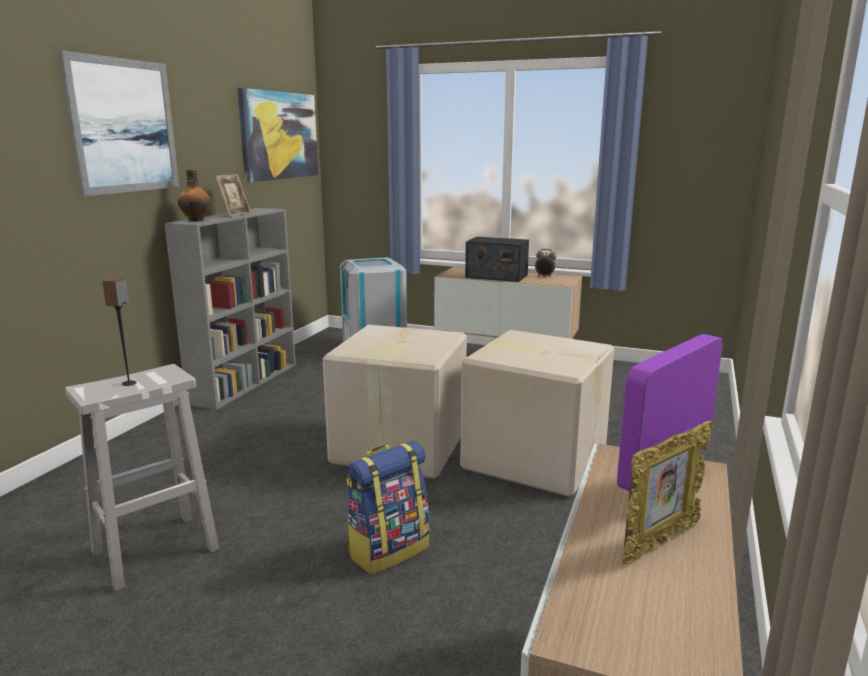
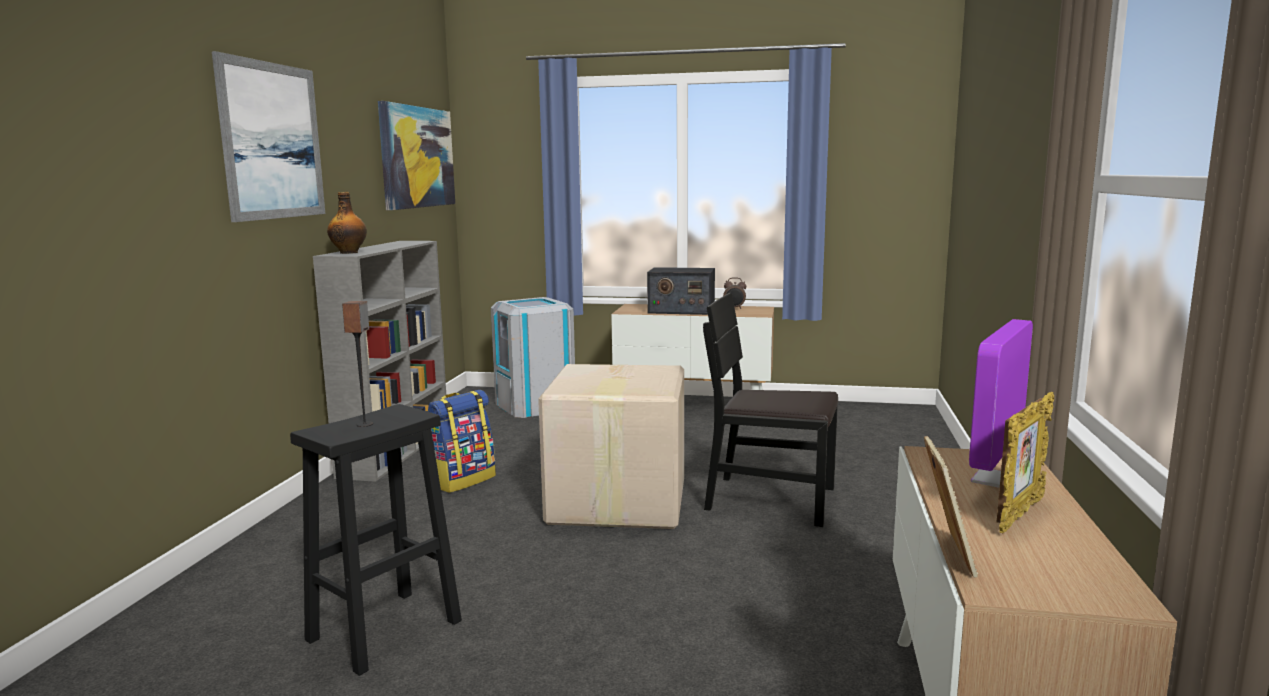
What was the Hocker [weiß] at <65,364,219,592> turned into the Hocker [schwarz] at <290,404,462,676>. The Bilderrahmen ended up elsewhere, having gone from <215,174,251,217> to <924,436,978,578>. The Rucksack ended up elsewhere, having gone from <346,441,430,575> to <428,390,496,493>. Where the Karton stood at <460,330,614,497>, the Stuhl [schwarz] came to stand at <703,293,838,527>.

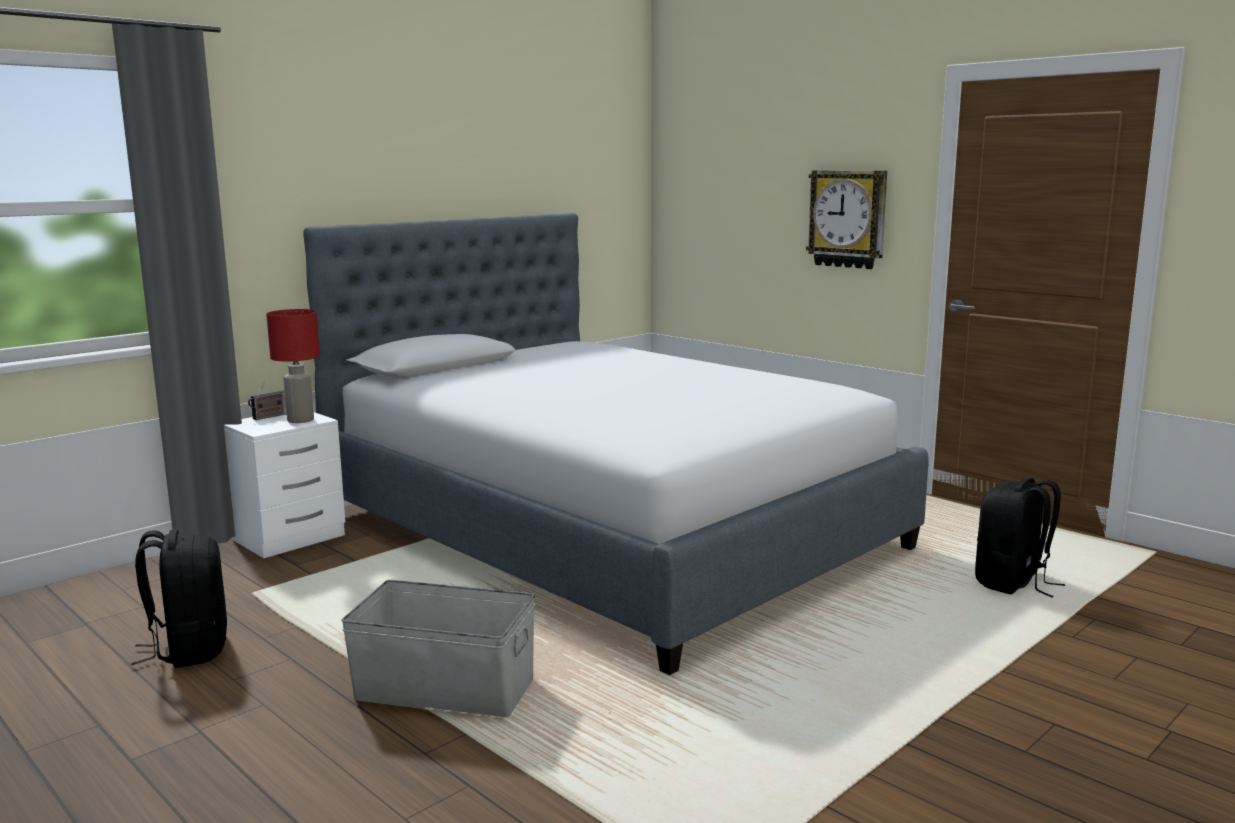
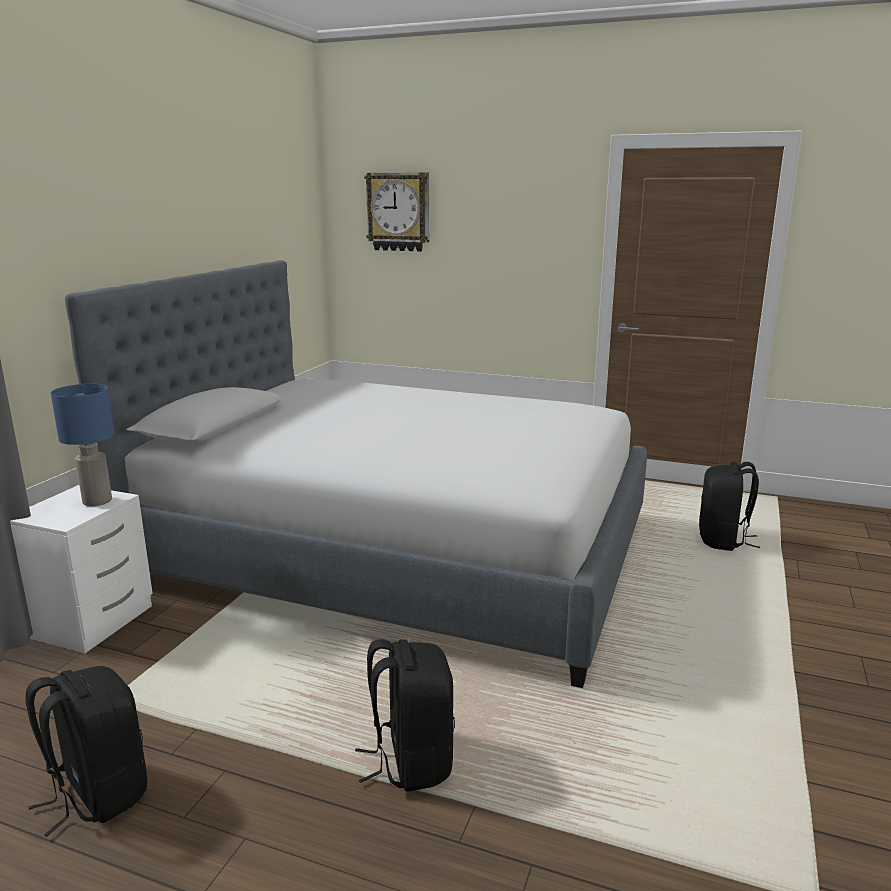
The second view lost the Radio at <248,382,287,420>. What was the Tischlampe [rot] at <266,309,320,423> turned into the Tischlampe [blau] at <51,384,115,506>. Where the Aufbewahrungsbox [grau] stood at <341,580,535,717>, the Rucksack [schwarz] came to stand at <355,639,455,792>. The Wanduhr ended up elsewhere, having gone from <806,170,887,269> to <364,172,429,252>.

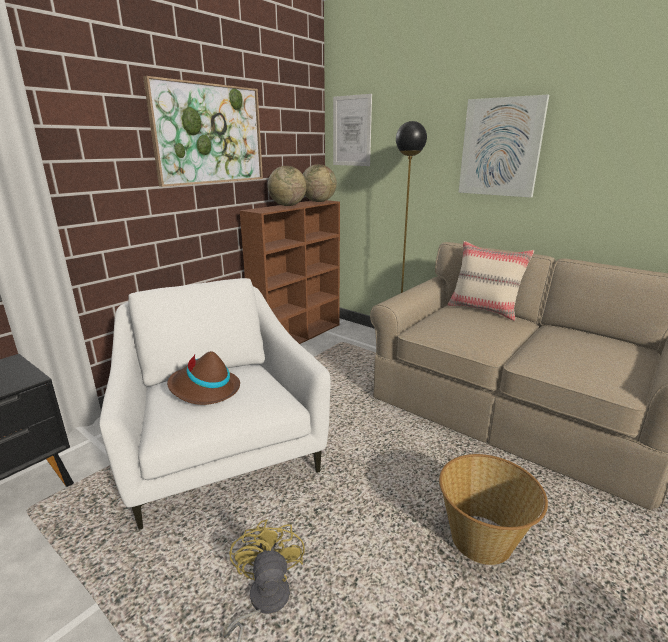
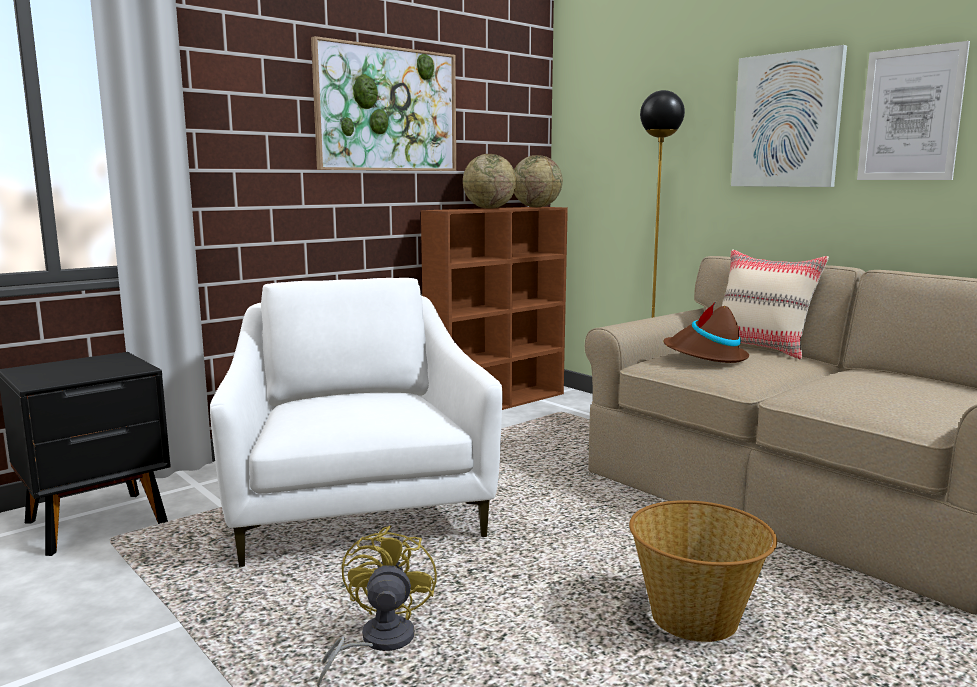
The Hut [braun] ended up elsewhere, having gone from <167,351,240,405> to <663,303,749,363>. The Bild ended up elsewhere, having gone from <333,94,372,166> to <857,41,970,180>.

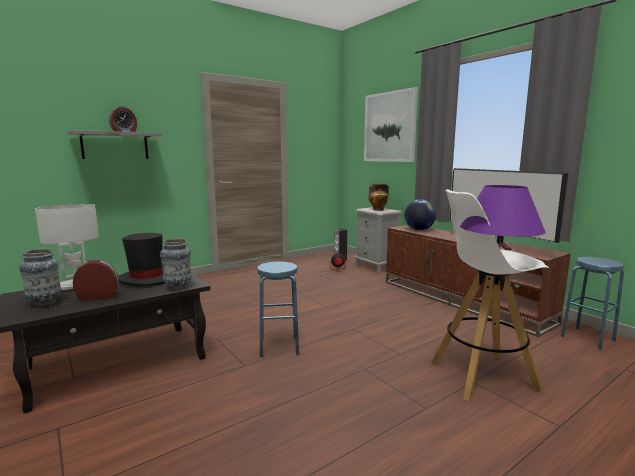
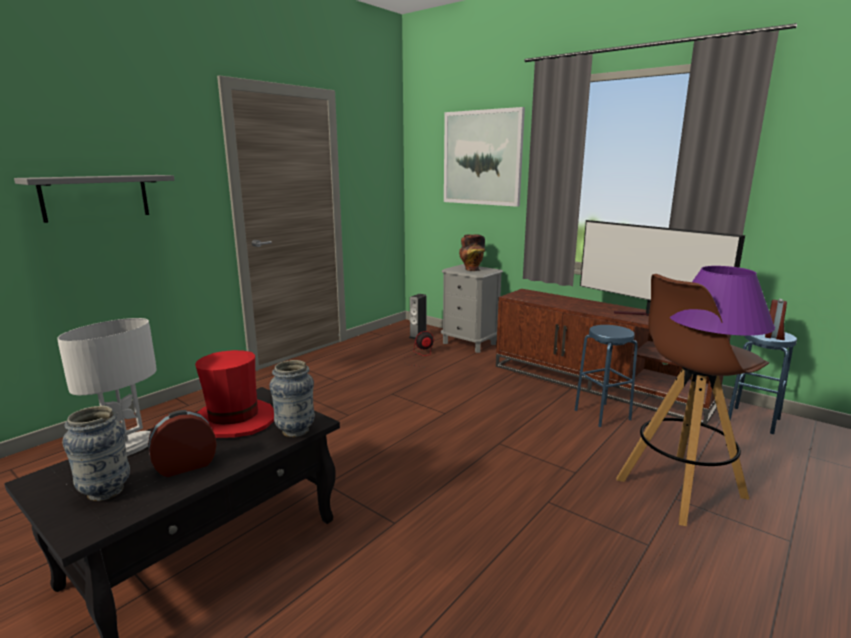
The Wecker ended up elsewhere, having gone from <109,106,137,132> to <765,299,787,340>. What was the Hut [schwarz] at <118,233,165,286> turned into the Hut [rot] at <195,350,274,438>. The Hocker [blau] ended up elsewhere, having gone from <257,261,299,358> to <575,325,638,427>. The second view lost the Globus at <404,199,436,230>. What was the Hocker [weiß] at <430,189,549,401> turned into the Hocker [braun] at <616,274,769,526>.

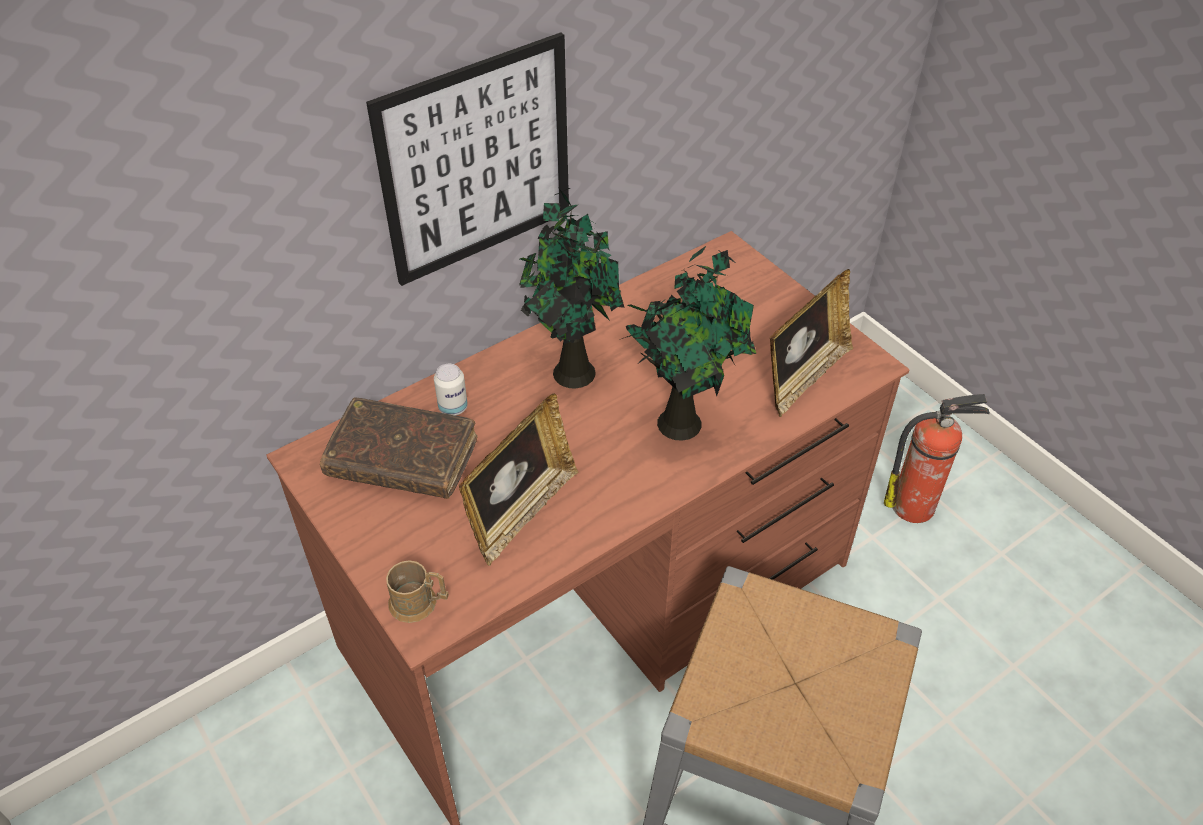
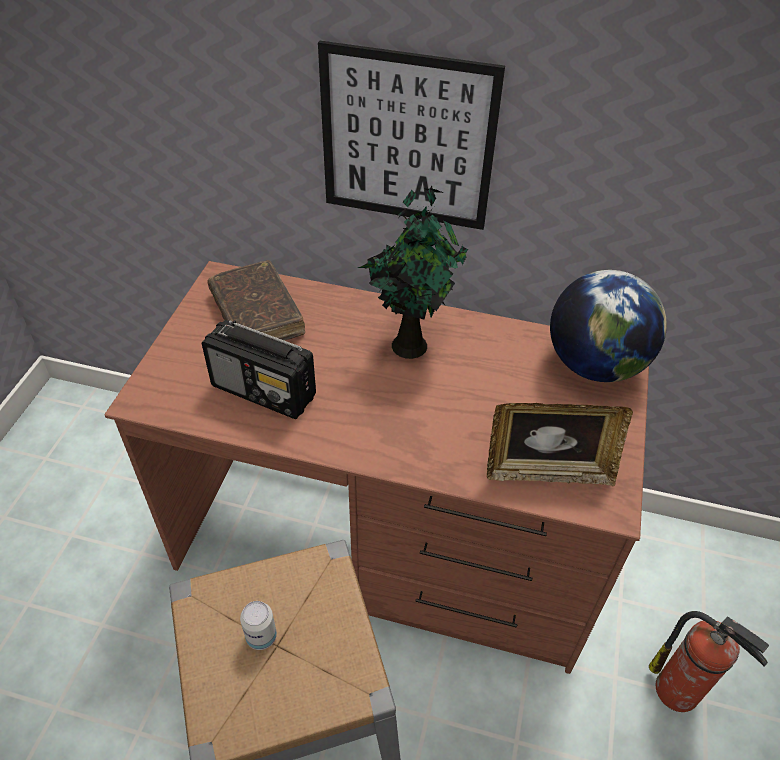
The second view lost the Henkelbecher [braun] at <386,560,449,623>. The Dose ended up elsewhere, having gone from <434,364,468,415> to <240,601,277,650>. Where the Bilderrahmen stood at <459,393,578,566>, the Radio came to stand at <202,320,316,419>. The second view lost the Topfpflanze at <622,245,756,441>. The second view gained the Globus at <550,270,667,382>.

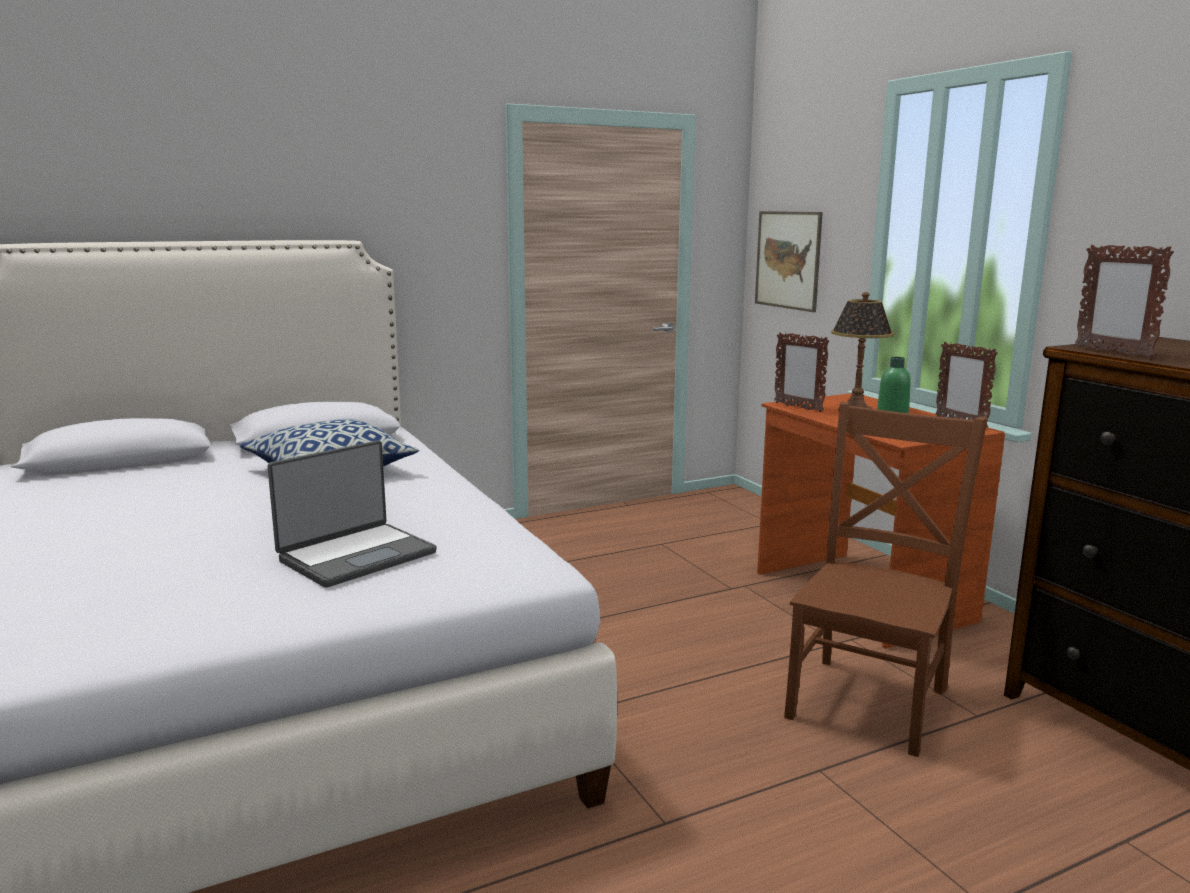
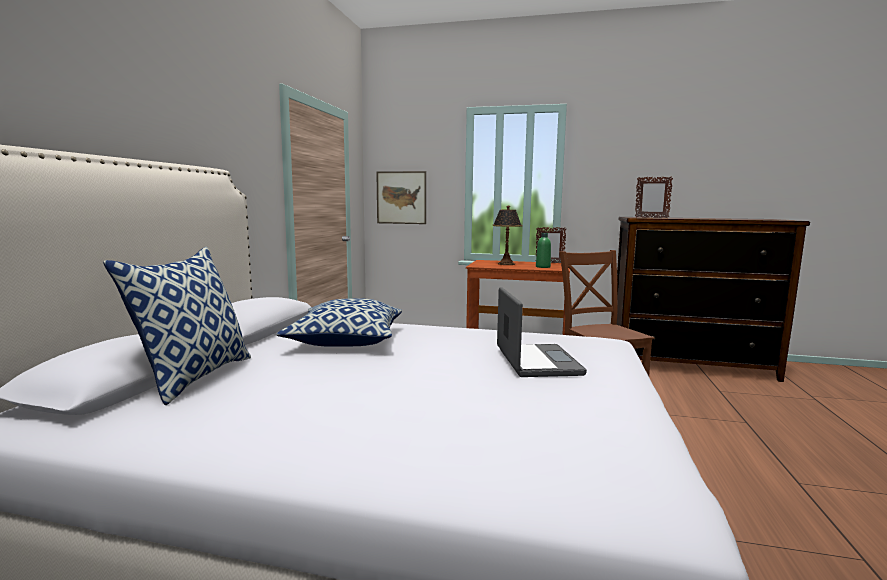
The second view lost the Bilderrahmen at <774,332,829,412>. The second view gained the Kissen at <103,247,251,405>.

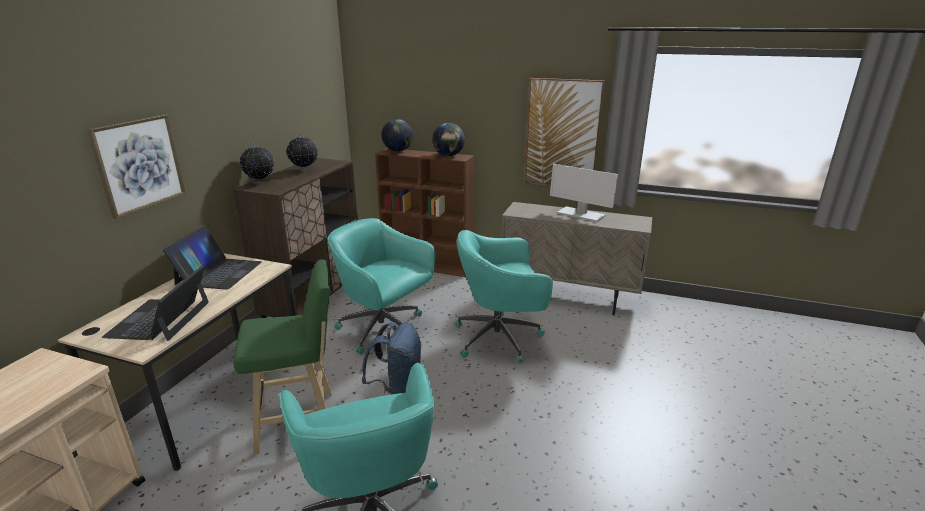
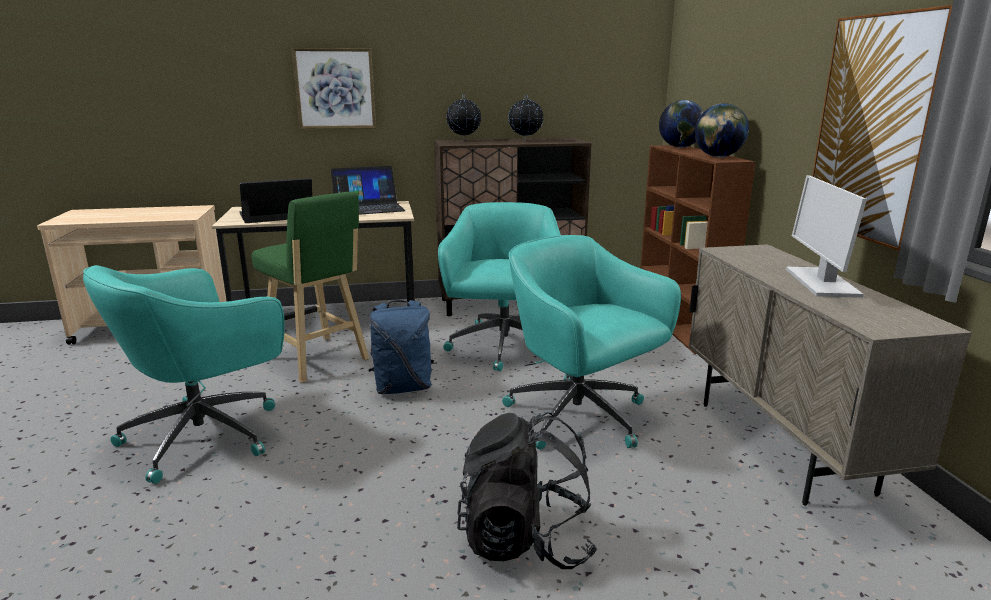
The second view gained the Rucksack [schwarz] at <457,412,597,569>.

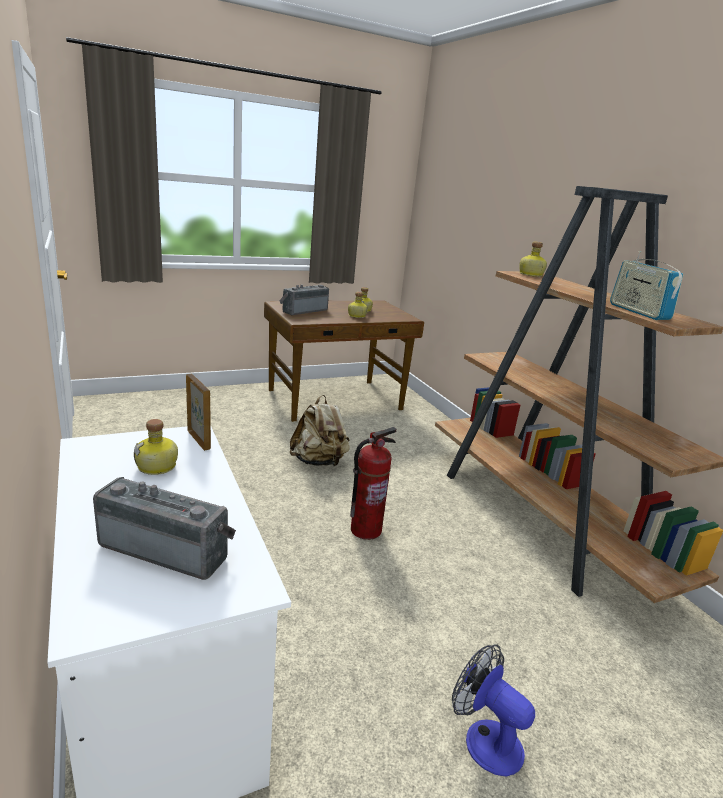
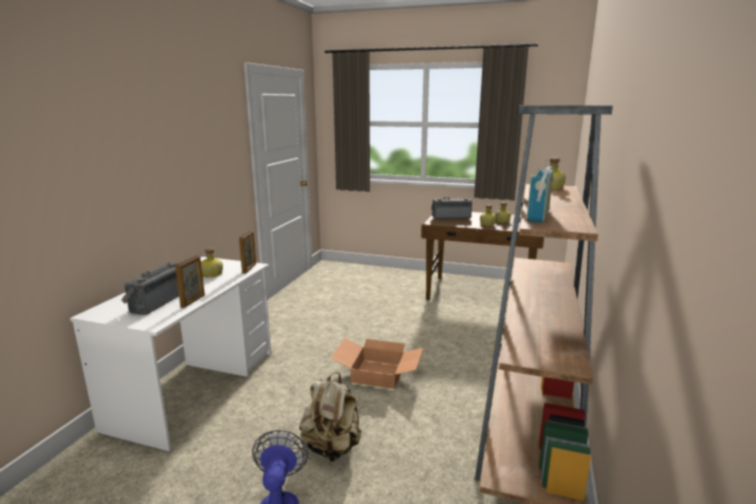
The Radio at <93,477,236,580> ended up facing another way, 135 degrees counterclockwise from before. The Rucksack [beige] ended up elsewhere, having gone from <290,395,350,466> to <299,372,362,461>. Where the Feuerlöscher stood at <350,427,397,540>, the Karton came to stand at <331,338,424,389>. The second view gained the Bilderrahmen at <175,255,205,308>.

